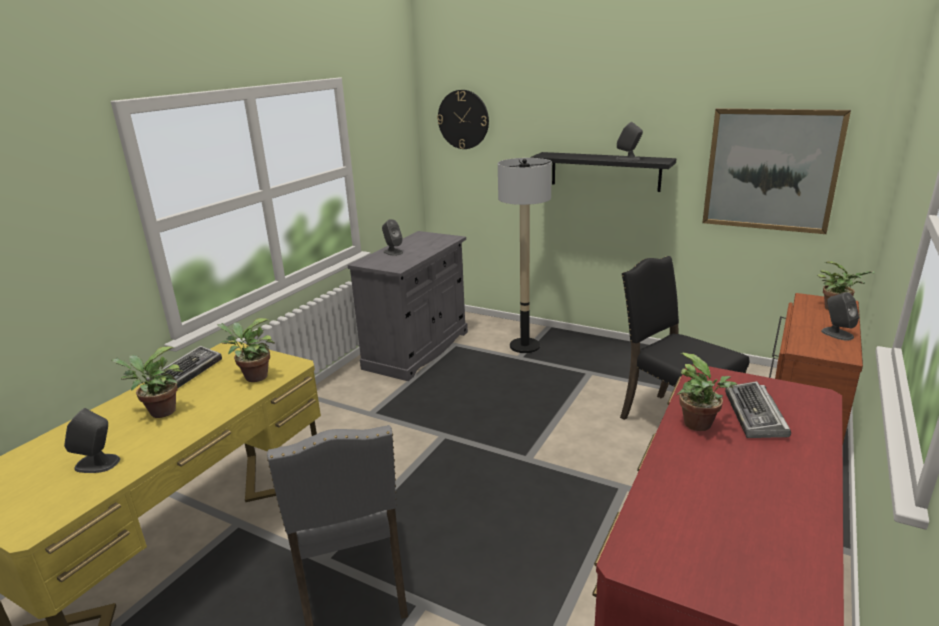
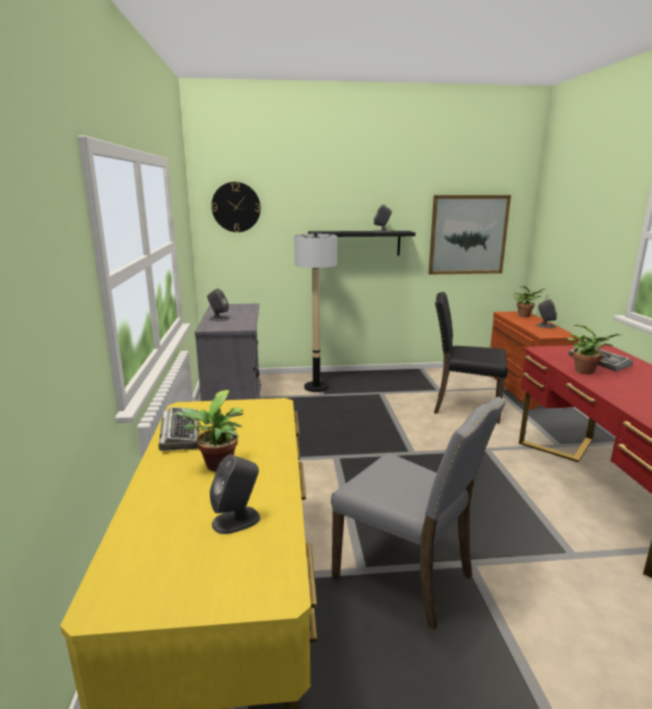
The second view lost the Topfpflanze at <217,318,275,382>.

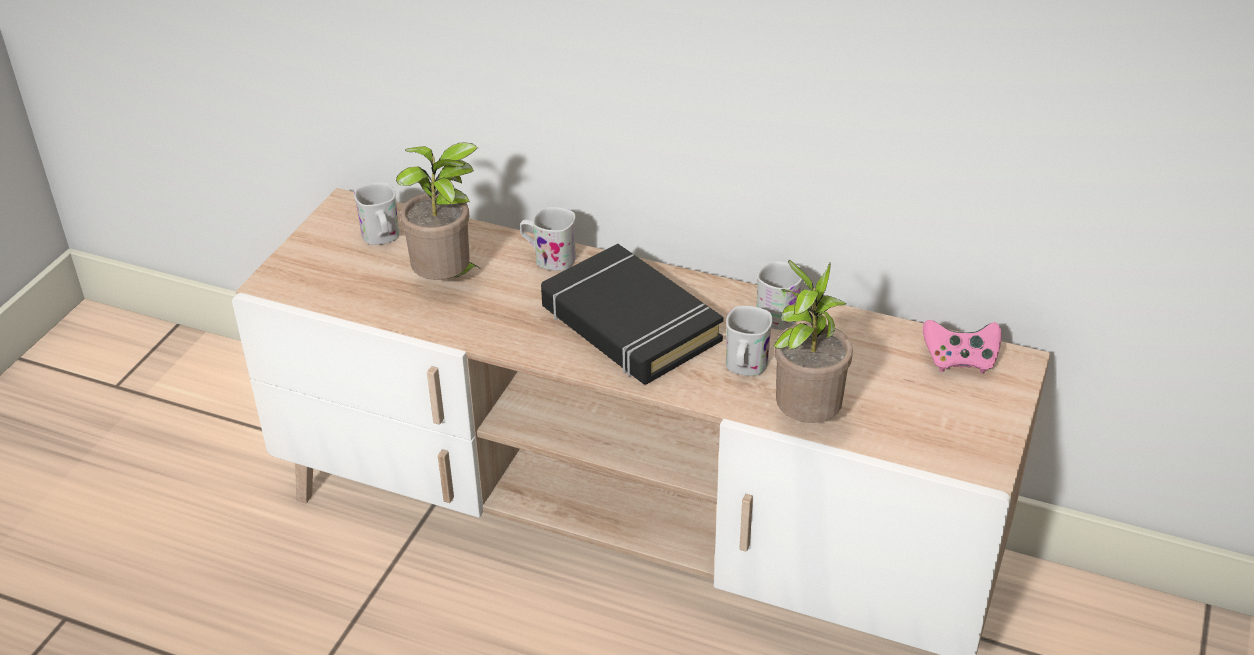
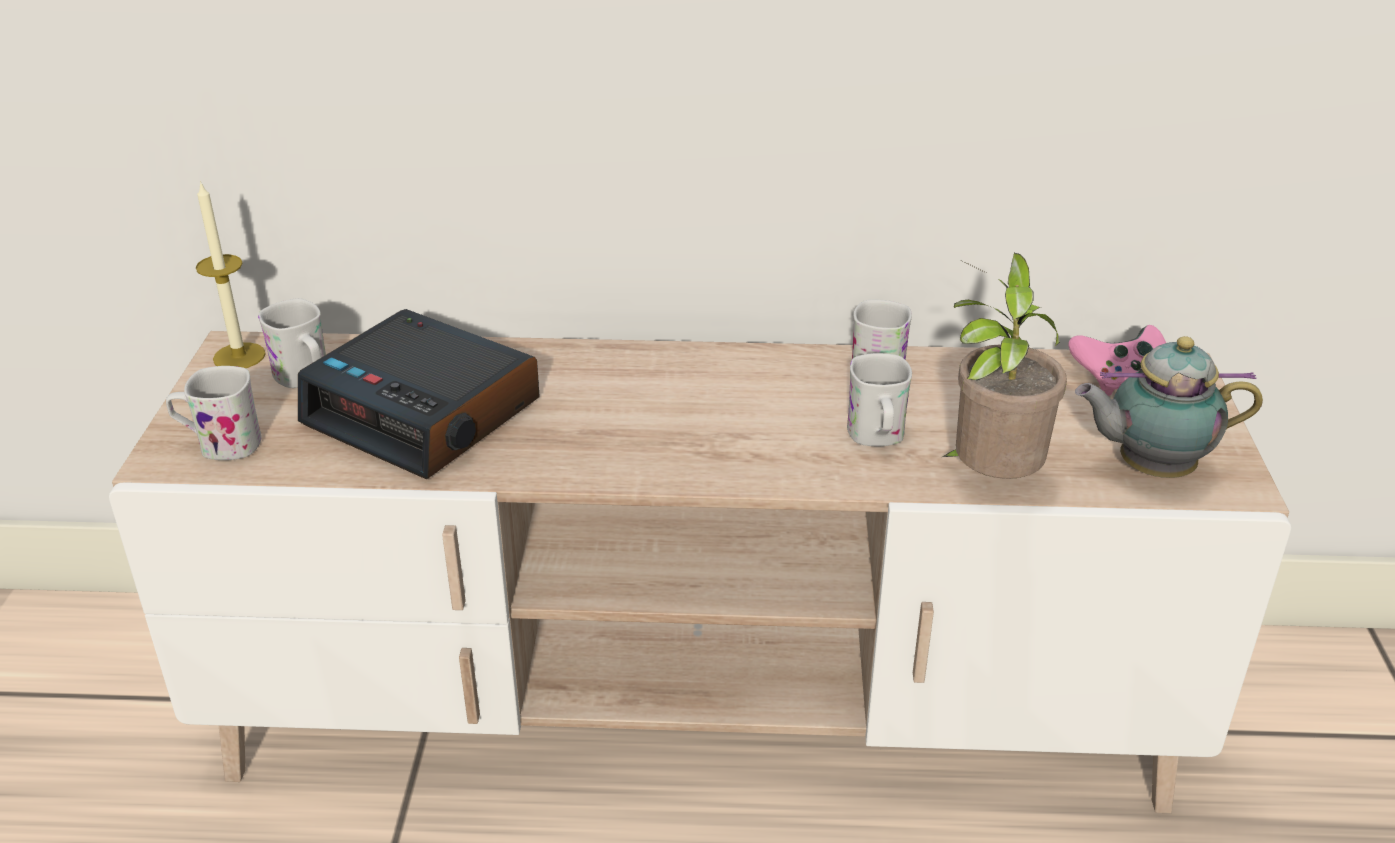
Where the Topfpflanze stood at <396,142,482,280>, the Wecker came to stand at <298,309,540,479>. The Henkelbecher [weiß] ended up elsewhere, having gone from <520,207,576,271> to <166,366,261,460>. The second view lost the Buch [schwarz] at <541,244,723,384>. The second view gained the Kerze at <196,181,266,368>. The second view gained the Teekanne at <1075,336,1263,478>.

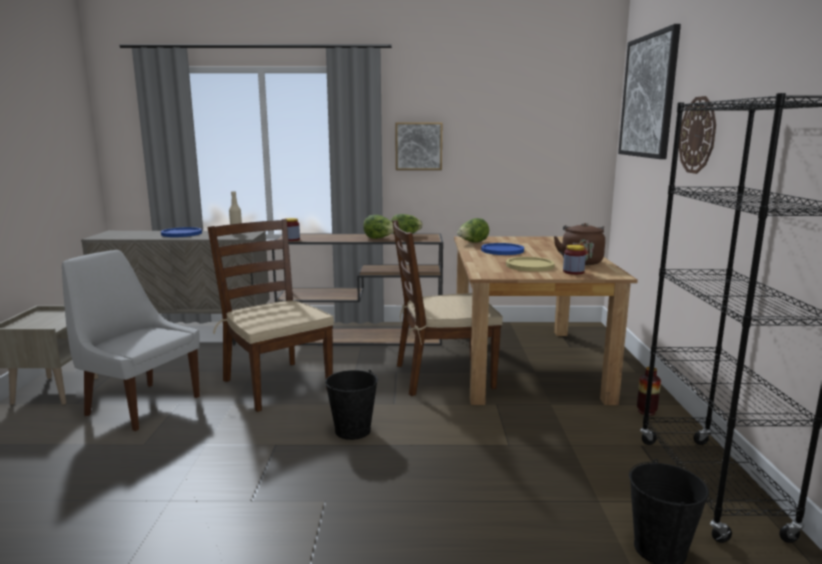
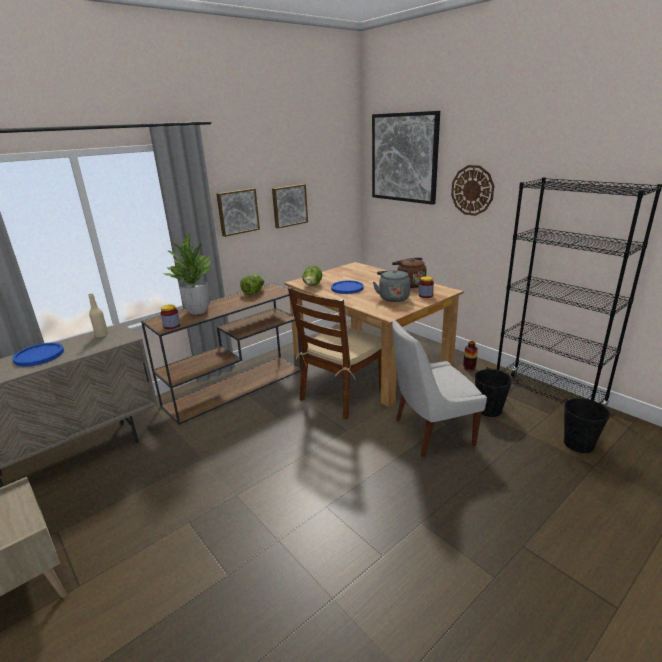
The Stuhl [weiß] ended up elsewhere, having gone from <62,250,200,431> to <392,320,487,458>. The second view lost the Stuhl [braun] at <207,219,334,412>. The Eimer [schwarz] ended up elsewhere, having gone from <325,370,378,440> to <475,367,513,417>. The second view lost the Salatkopf at <363,215,394,239>. Where the Teller [gelb] stood at <506,257,555,272>, the Wasserkessel [grau] came to stand at <373,270,410,302>. The second view gained the Topfpflanze at <163,233,211,315>. The second view gained the Bild at <272,184,308,229>.

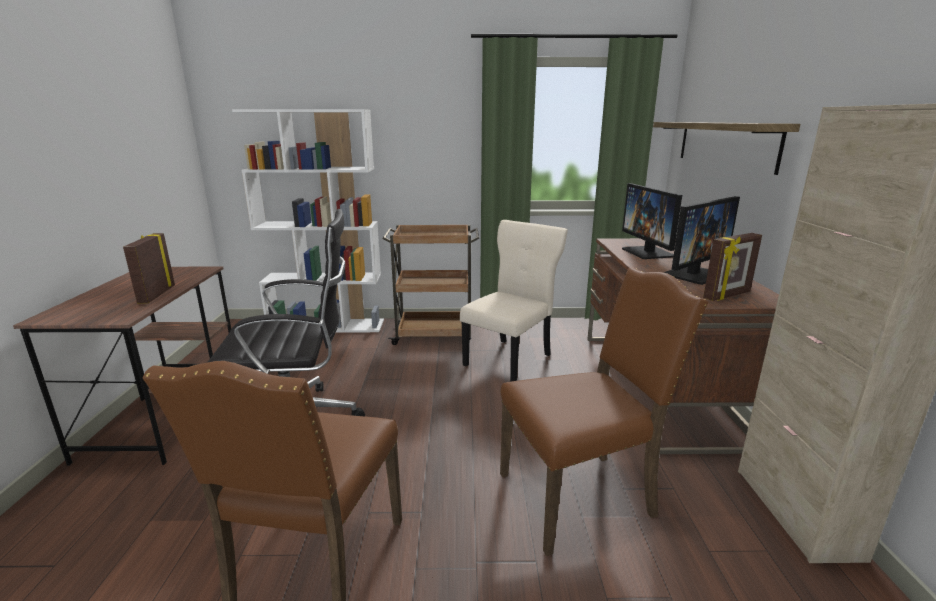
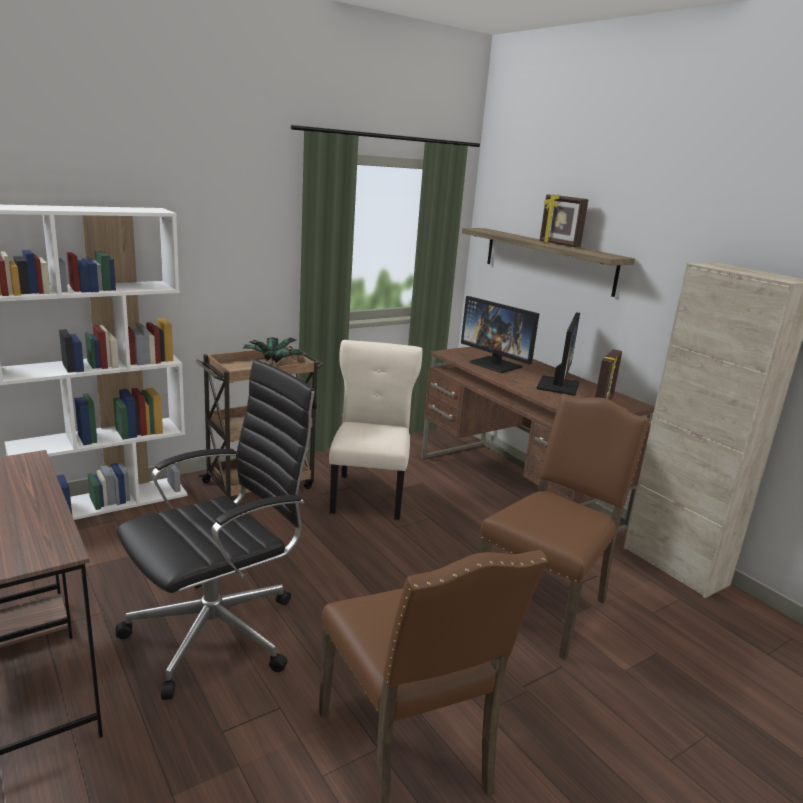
The Bilderrahmen ended up elsewhere, having gone from <123,233,175,304> to <540,194,588,247>. The second view gained the Topfpflanze at <243,337,303,363>.

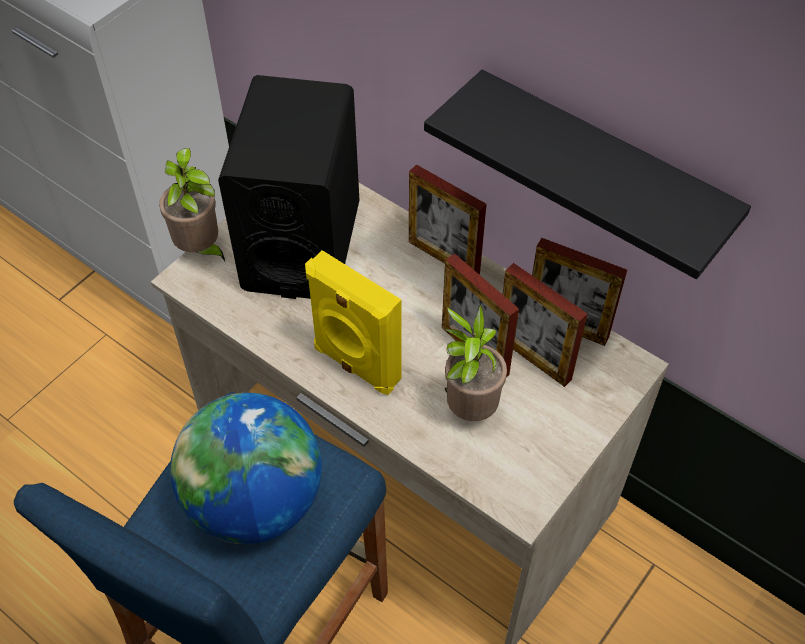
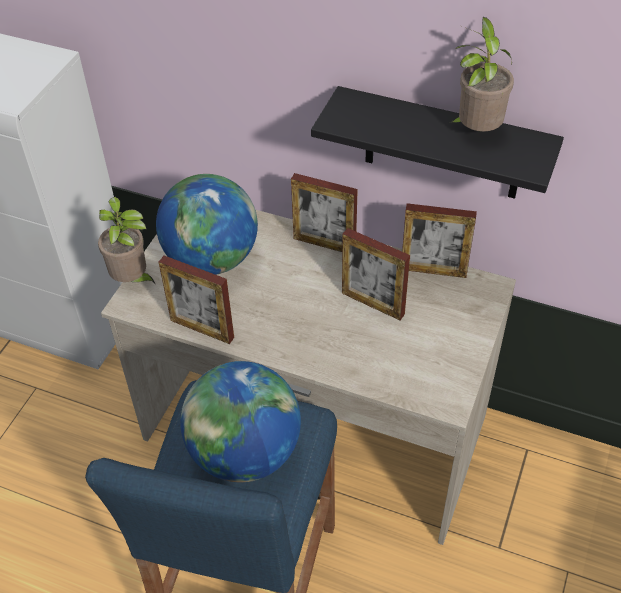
Where the Lautsprecher [schwarz] stood at <218,75,359,299>, the Globus came to stand at <156,174,258,275>. The second view lost the Lautsprecher [gelb] at <305,250,402,395>. The Topfpflanze ended up elsewhere, having gone from <445,304,507,421> to <450,17,514,132>. The Bilderrahmen ended up elsewhere, having gone from <502,263,587,387> to <159,256,234,344>.

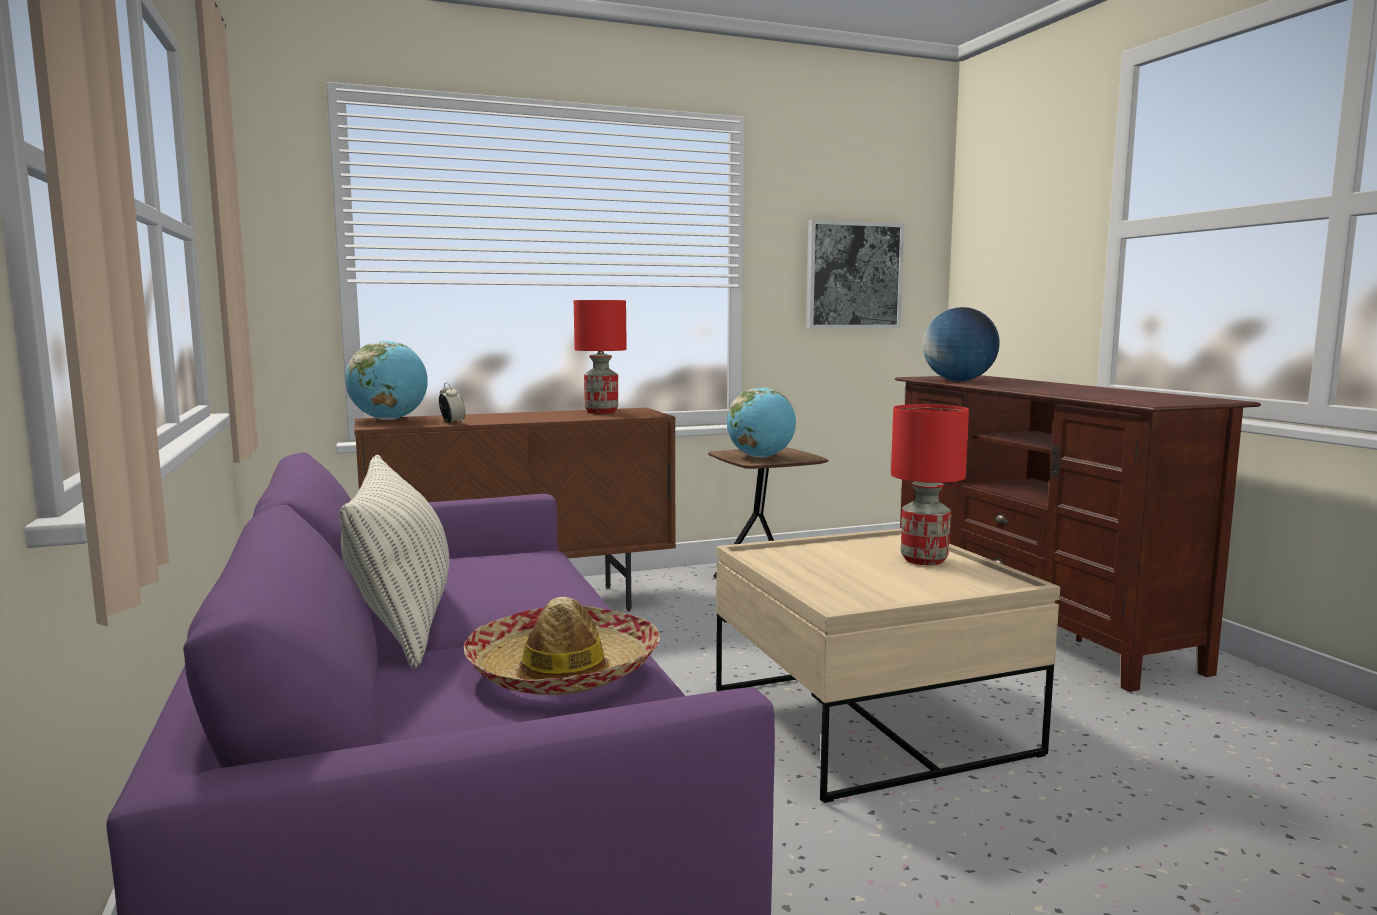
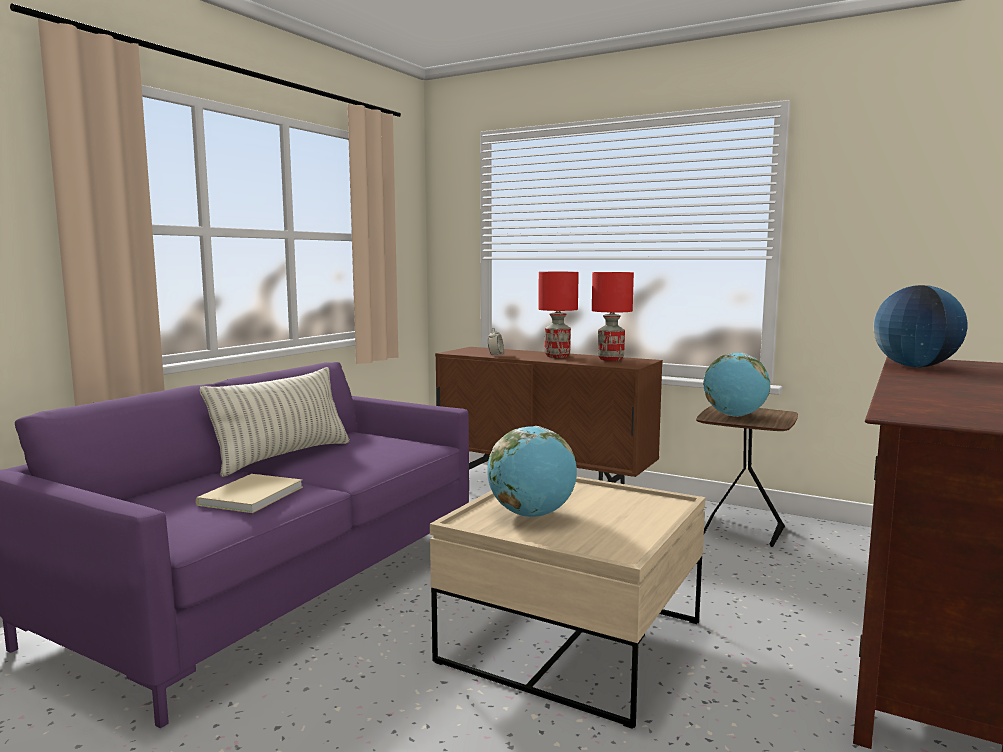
The Globus ended up elsewhere, having gone from <345,341,428,420> to <487,426,577,517>. Where the Hut stood at <464,597,660,695>, the Buch [beige] came to stand at <196,474,303,513>. The second view lost the Bild at <806,220,904,328>. The Tischlampe [rot] ended up elsewhere, having gone from <891,404,969,565> to <538,272,579,358>.

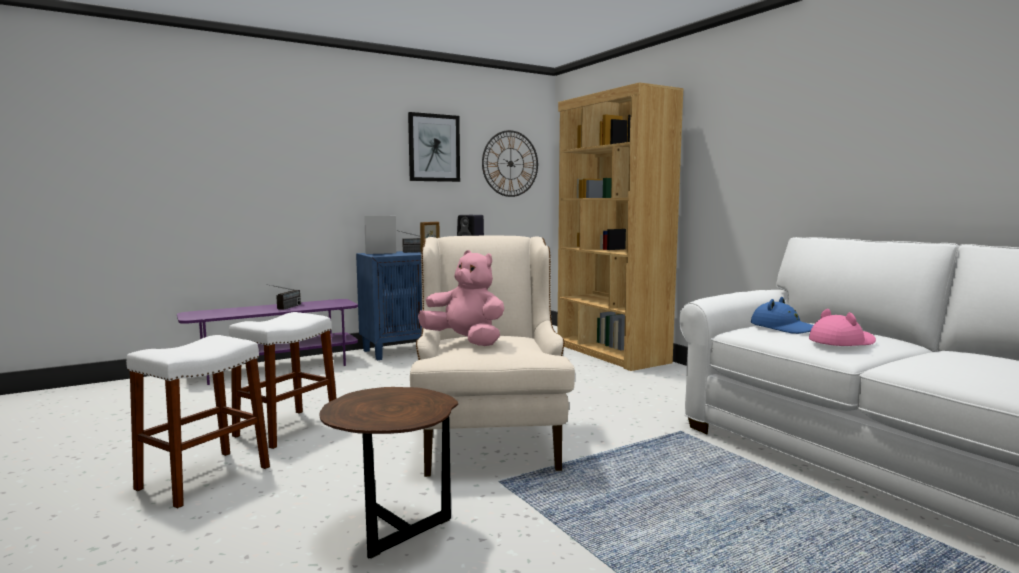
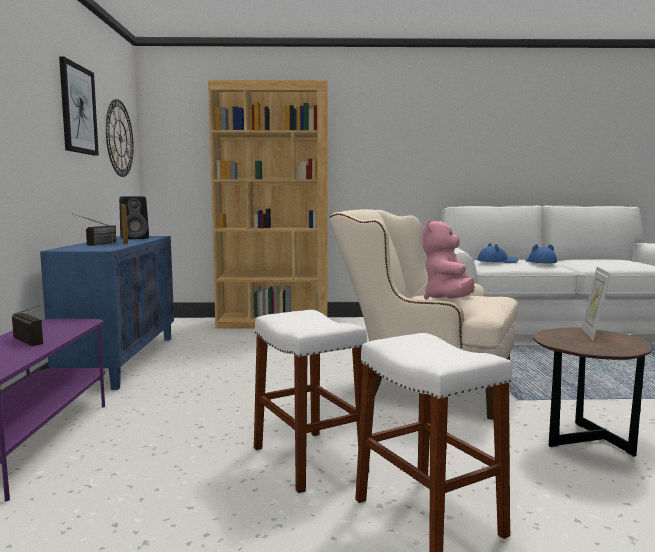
The Bilderrahmen ended up elsewhere, having gone from <364,216,396,254> to <581,267,611,341>. The Plüschtier [rosa] at <418,250,504,346> ended up facing another way, 45 degrees counterclockwise from before. What was the Hut [rosa] at <809,309,876,346> turned into the Hut [blau] at <525,244,557,263>.

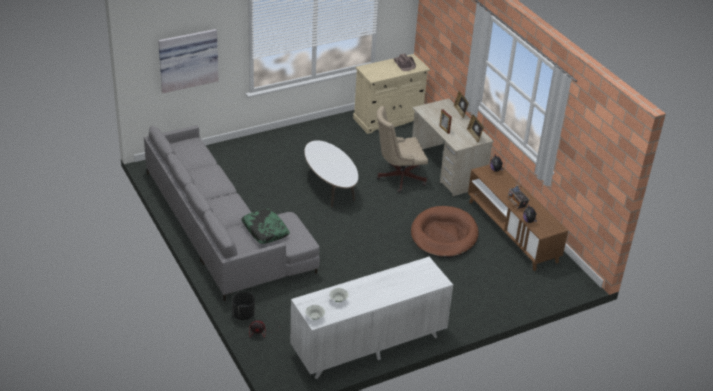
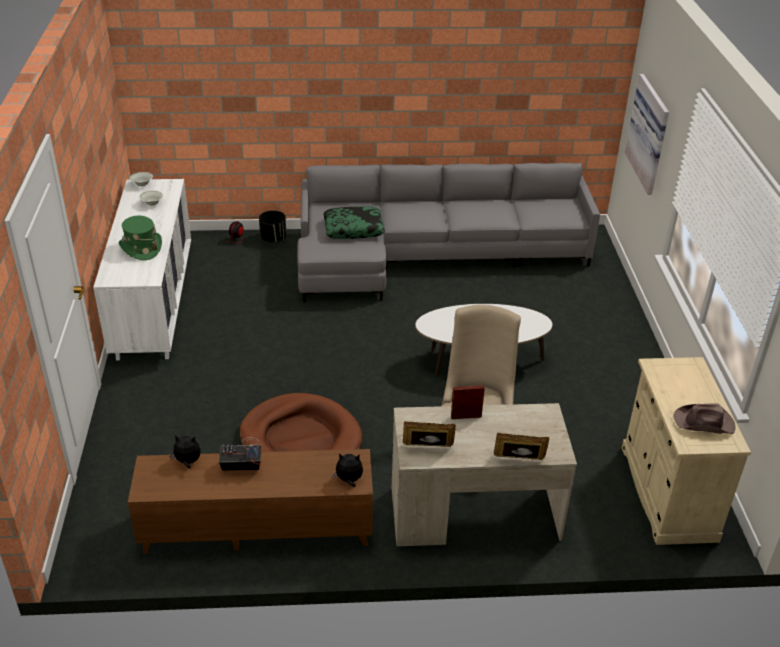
The second view gained the Hut [grün] at <119,216,162,260>.

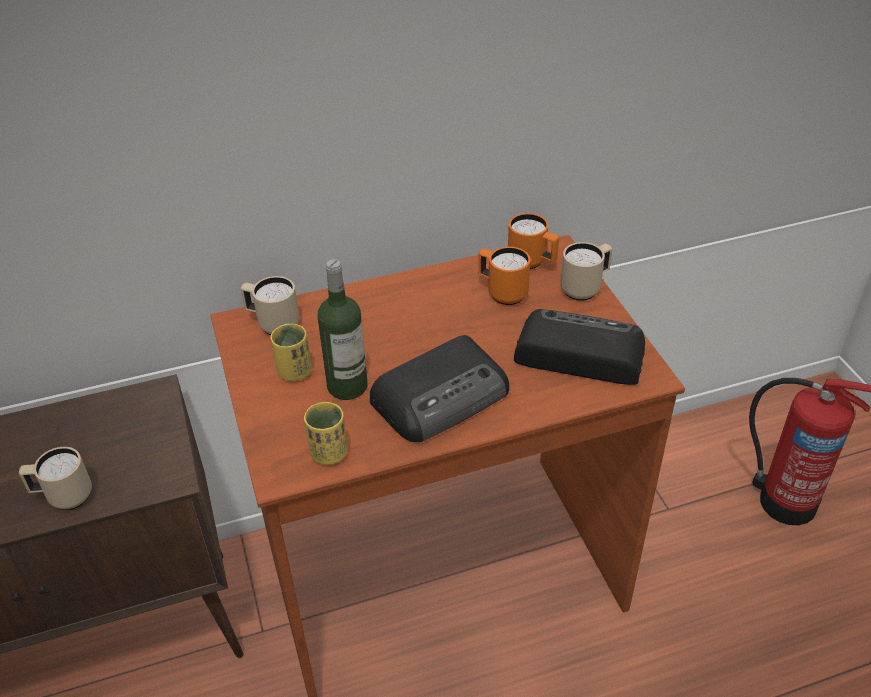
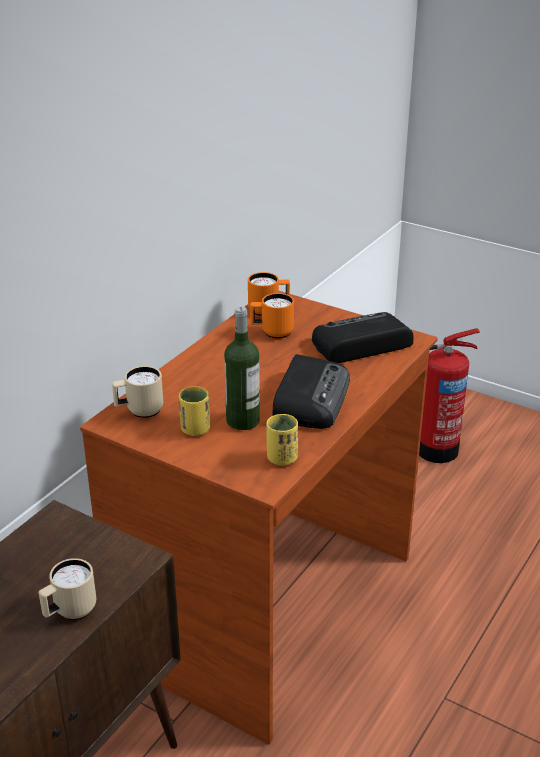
The second view lost the Henkelbecher [beige] at <561,242,612,301>.

